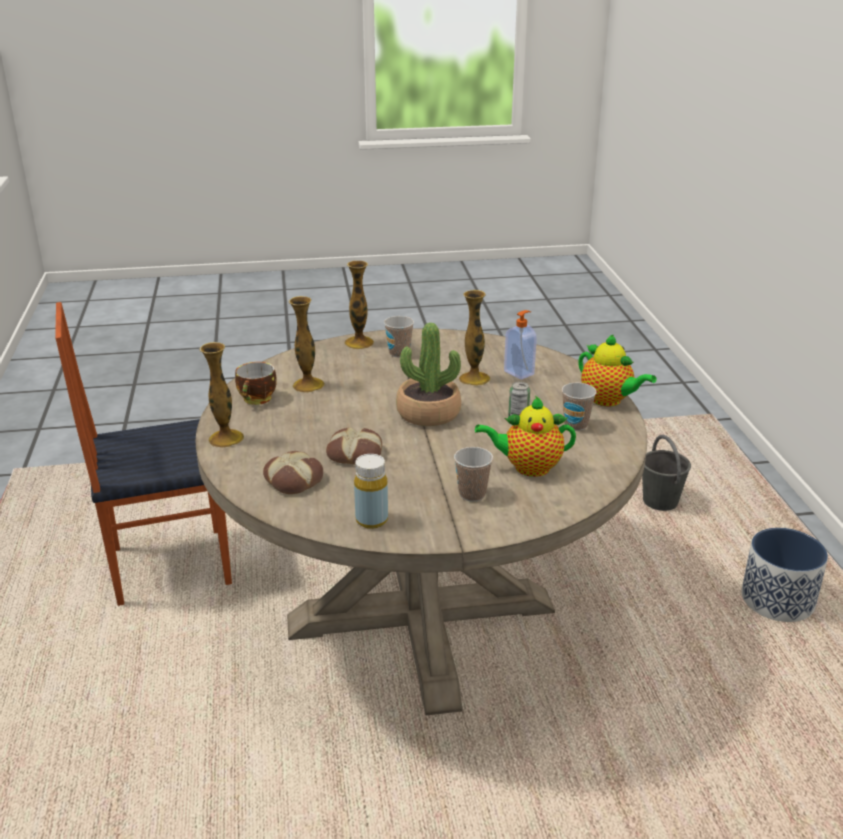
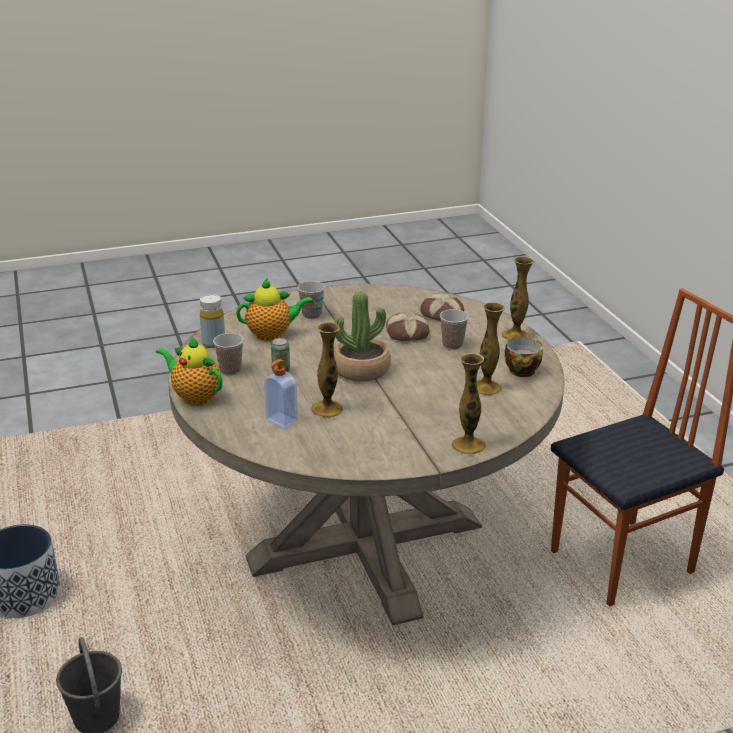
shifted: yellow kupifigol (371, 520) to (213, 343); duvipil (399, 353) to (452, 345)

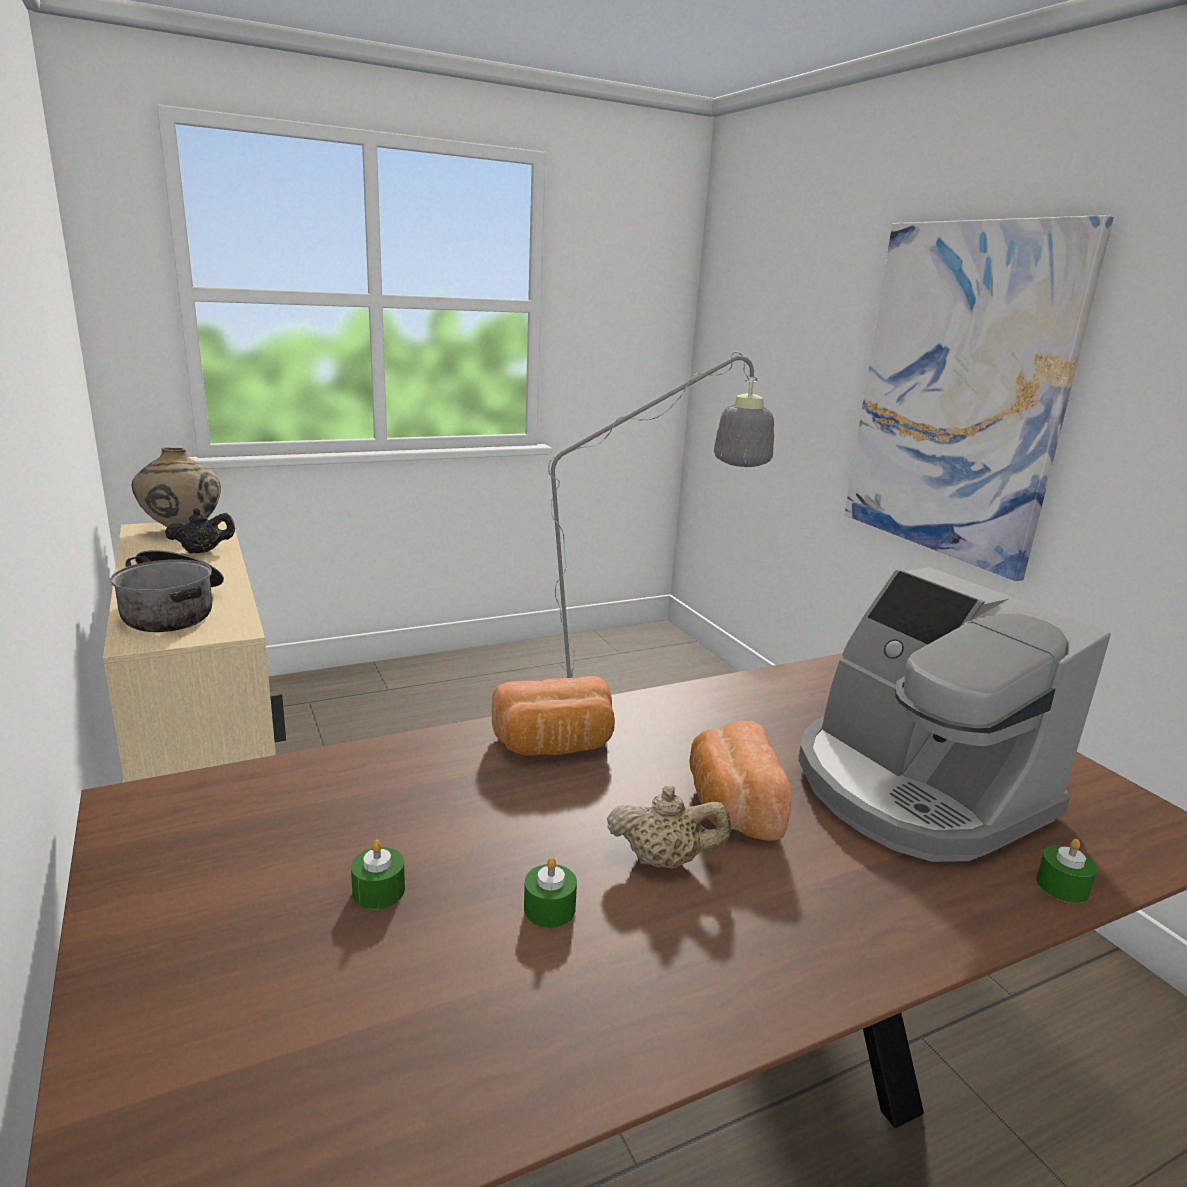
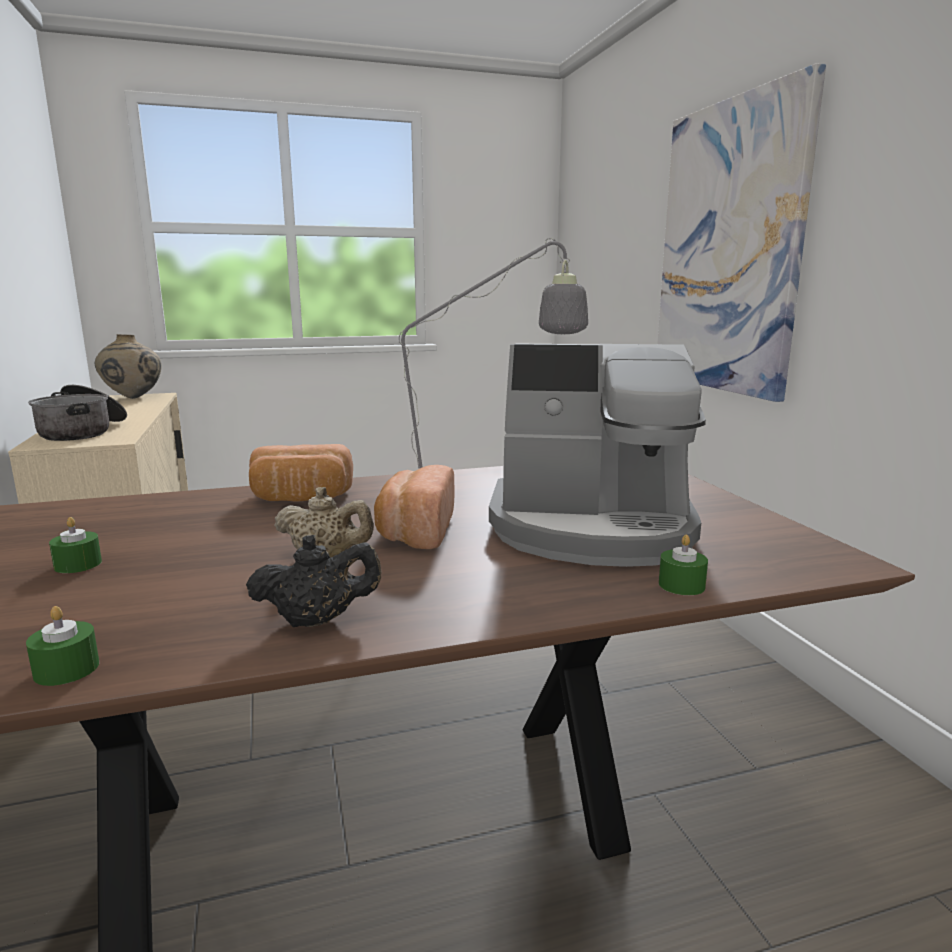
shifted: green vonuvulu (549, 909) to (66, 669); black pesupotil (203, 551) to (318, 620)
rotated: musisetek (914, 790) = (592, 528) 60 degrees counterclockwise

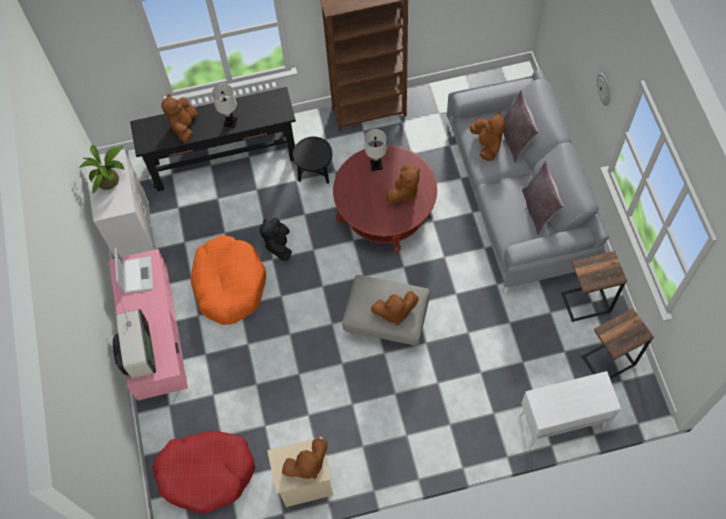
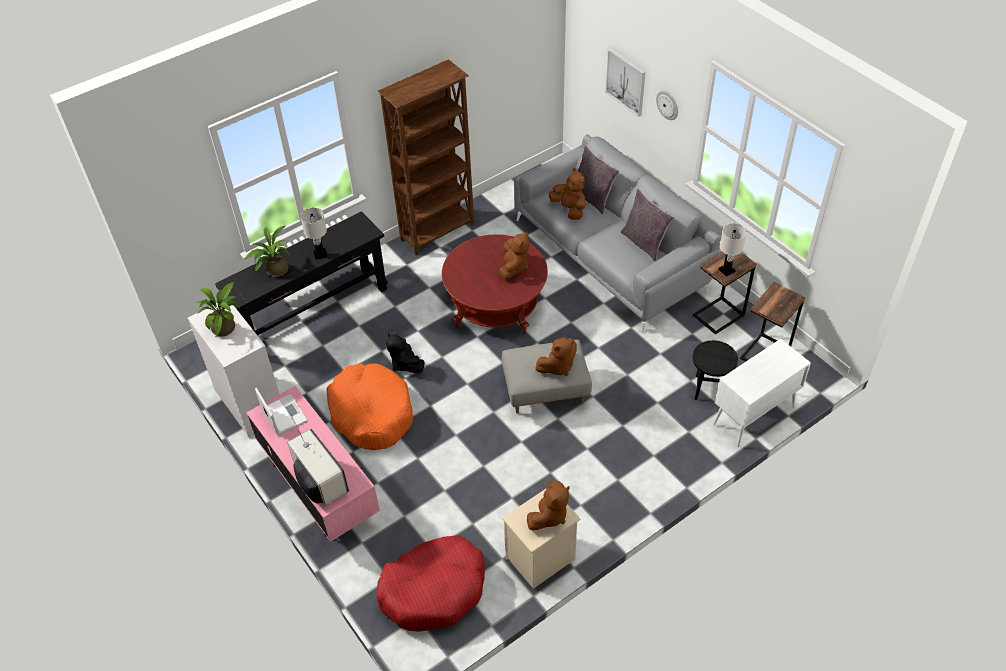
new: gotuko (626, 82)
shifted: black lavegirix (315, 176) to (709, 388); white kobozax (376, 165) to (726, 270)
swapped: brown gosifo (184, 126) to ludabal (274, 271)

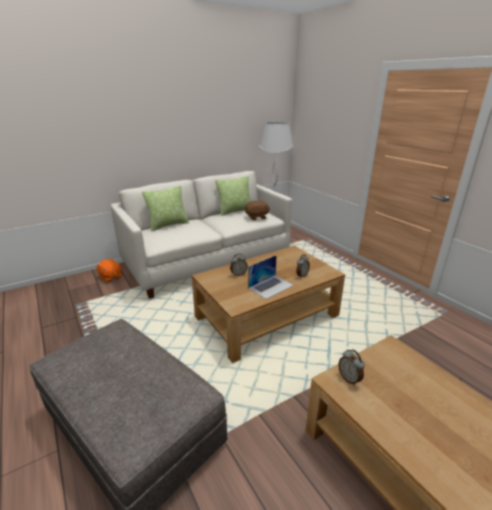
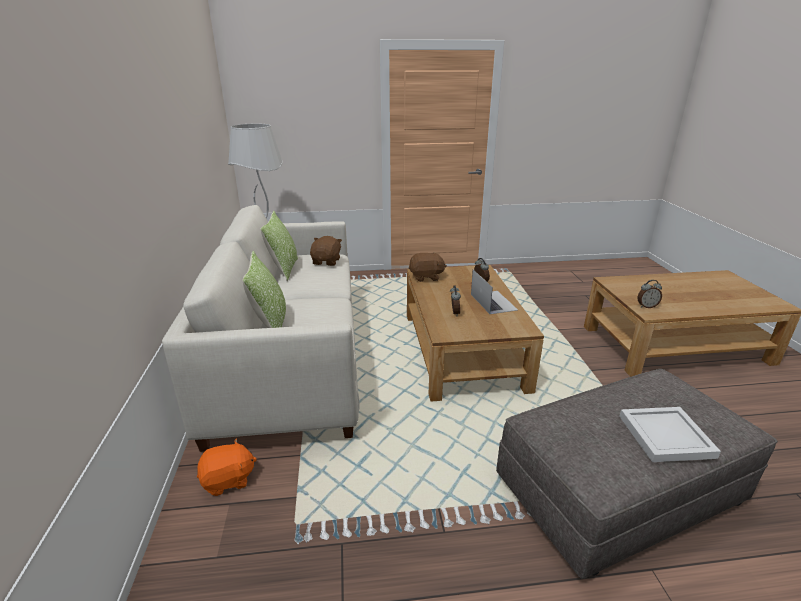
new: brown gosifo (426, 277); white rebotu (666, 435)

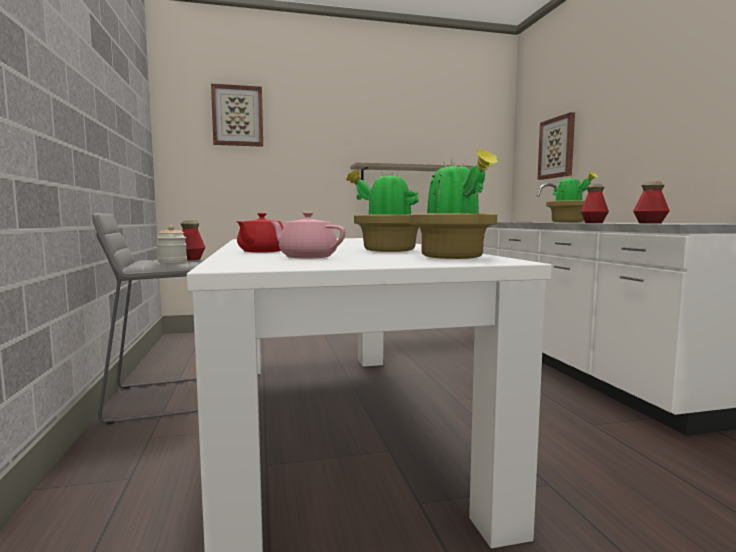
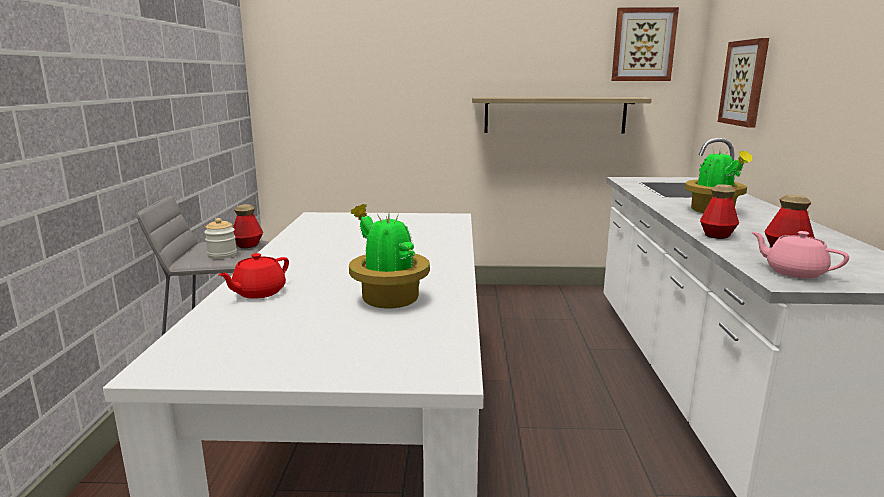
gone: ludabal (453, 257)
shifted: gotuko (237, 116) to (643, 45); pink pesupotil (307, 257) to (793, 272)

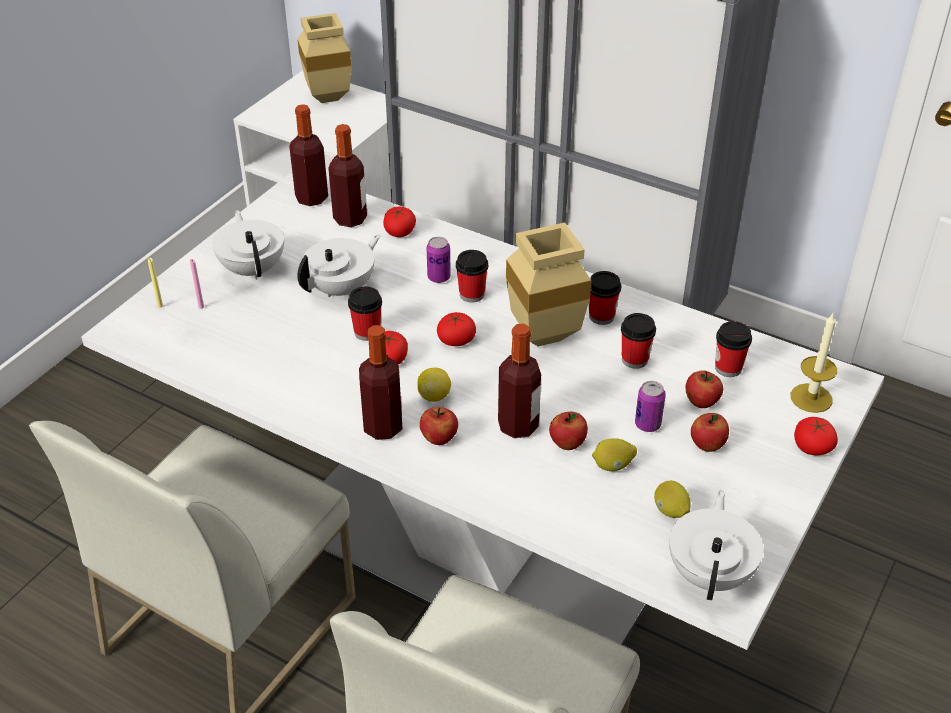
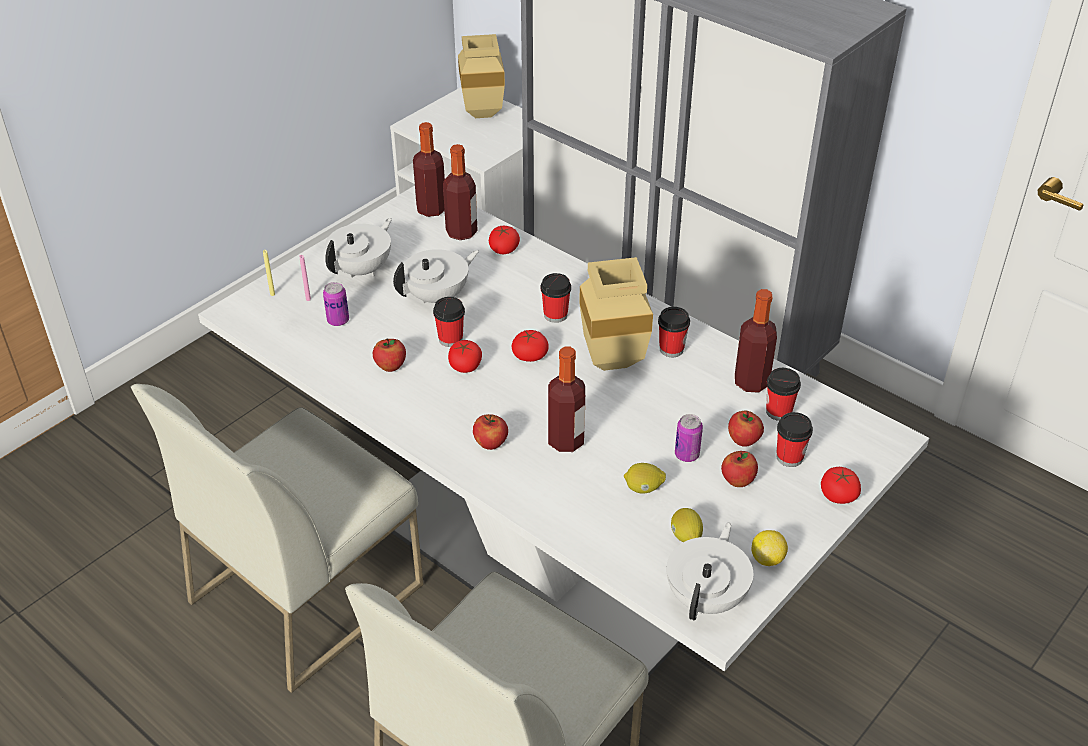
gone: vonuvulu (811, 398)
shifted: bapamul (439, 277) to (338, 320); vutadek (567, 443) to (390, 367); kupifigol (383, 427) to (751, 382); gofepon (434, 396) to (767, 558); duvipil (634, 359) to (789, 457)
rotated: white pesupotil (253, 269) = (362, 269) 45 degrees clockwise

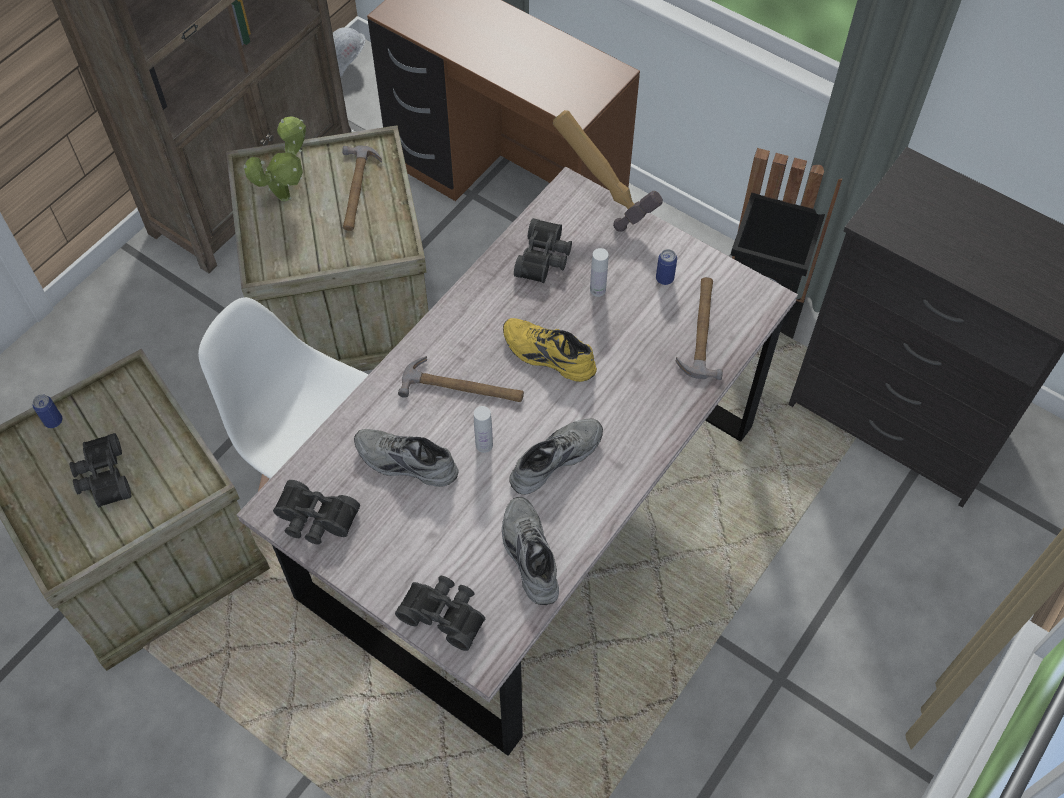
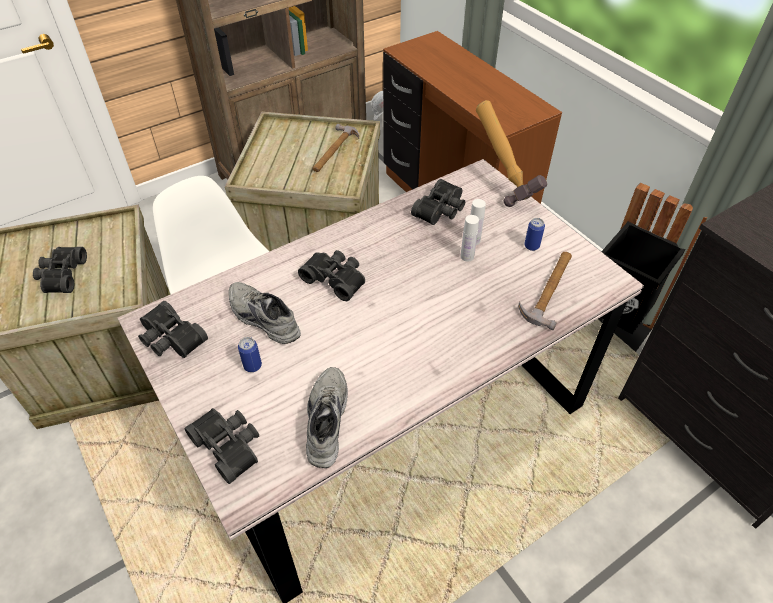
gone: ludabal (288, 194); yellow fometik (547, 356); grey fometik (554, 457)
shifted: bapamul (53, 421) to (252, 366); white kupifigol (484, 445) to (467, 256)
swapped: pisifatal (463, 388) to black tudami (335, 279)

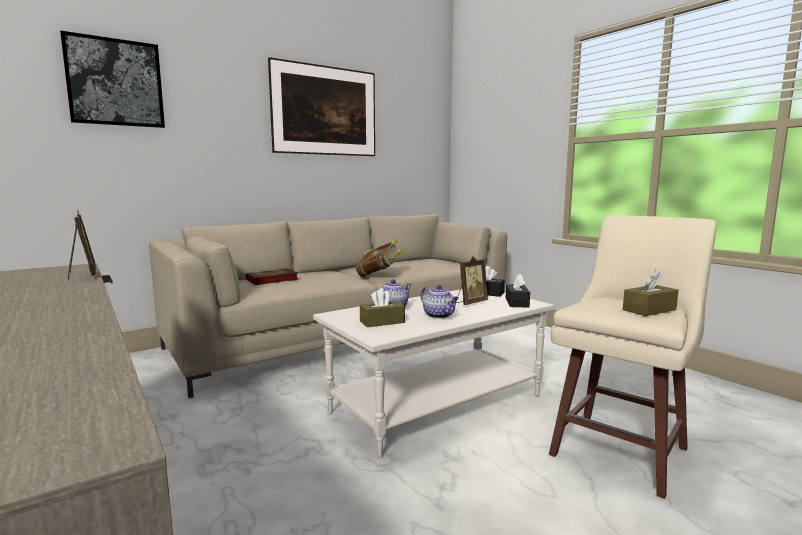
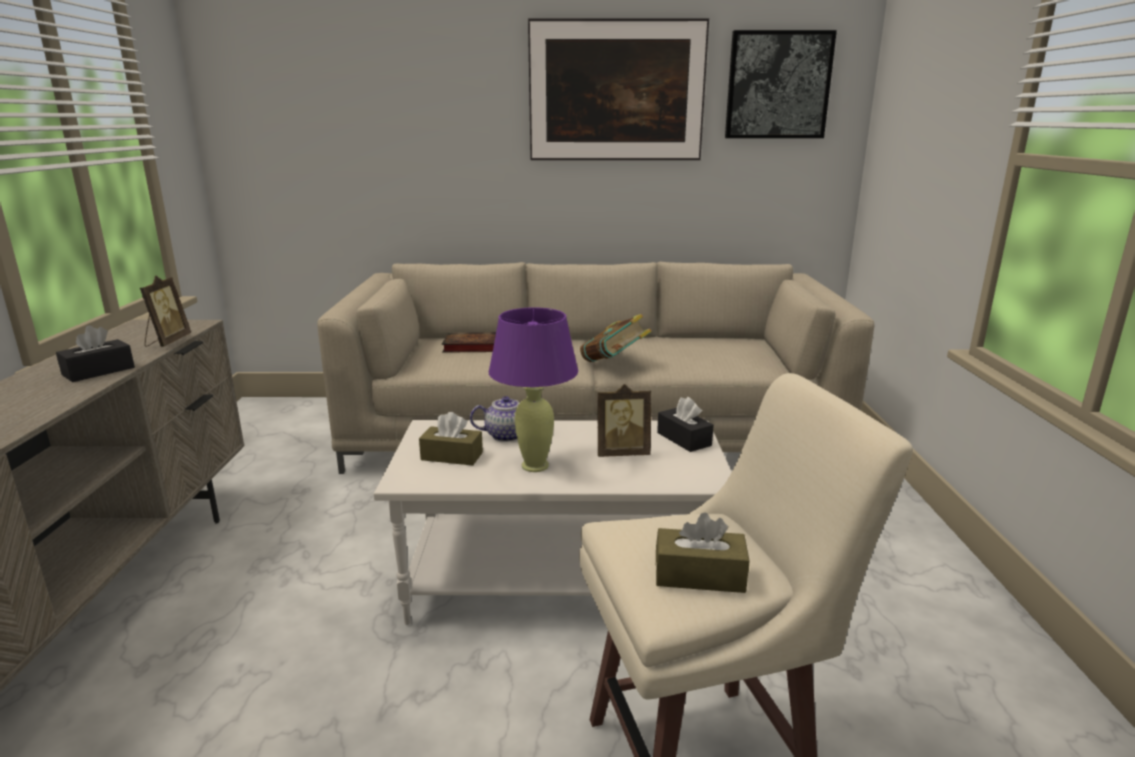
shifted: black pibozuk (517, 302) to (98, 371); gotuko (115, 83) to (778, 85)
swapped: pesupotil (439, 315) to purple kobozax (535, 466)

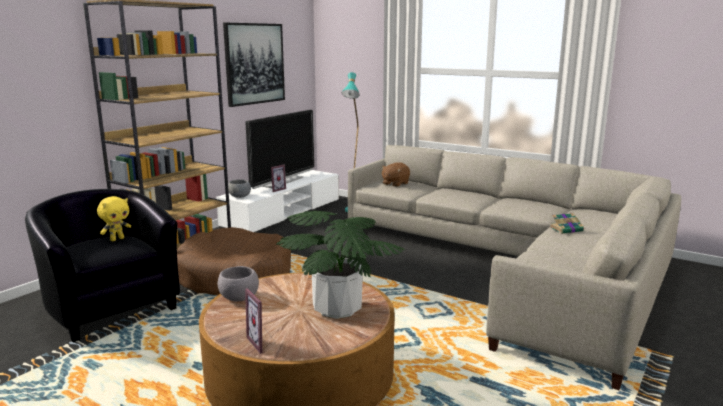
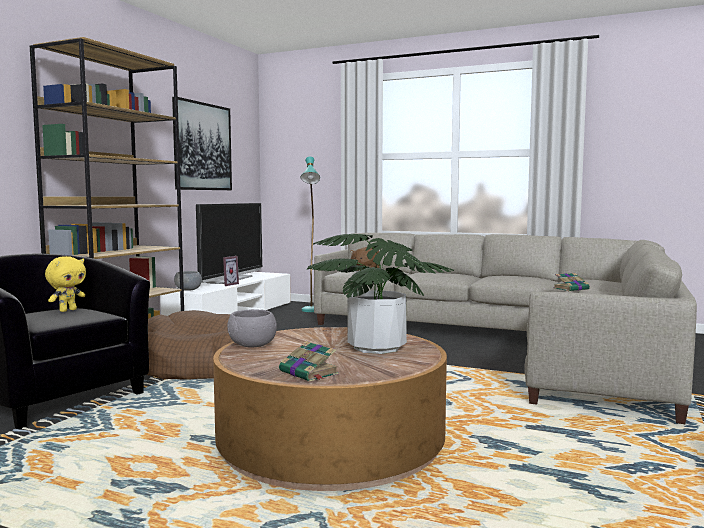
swapped: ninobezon (263, 342) to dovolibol (309, 373)

